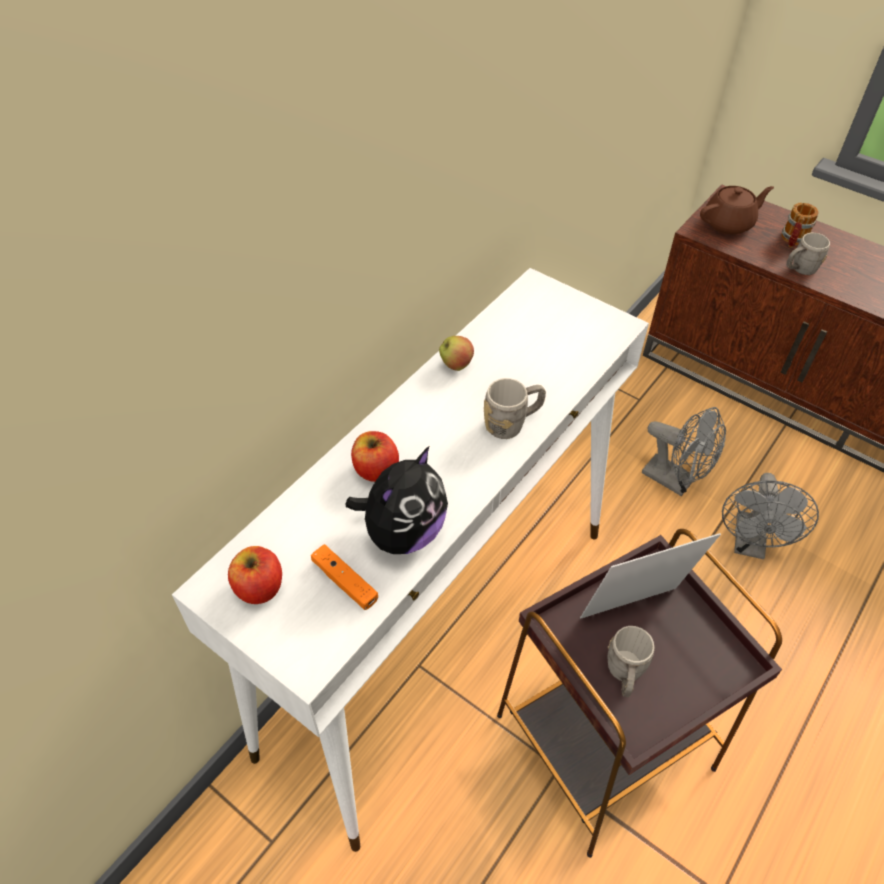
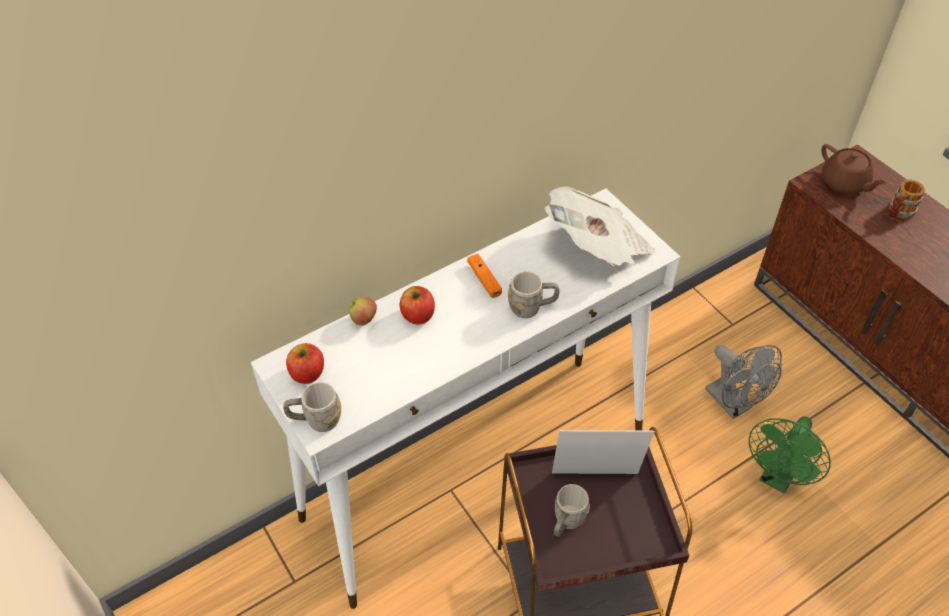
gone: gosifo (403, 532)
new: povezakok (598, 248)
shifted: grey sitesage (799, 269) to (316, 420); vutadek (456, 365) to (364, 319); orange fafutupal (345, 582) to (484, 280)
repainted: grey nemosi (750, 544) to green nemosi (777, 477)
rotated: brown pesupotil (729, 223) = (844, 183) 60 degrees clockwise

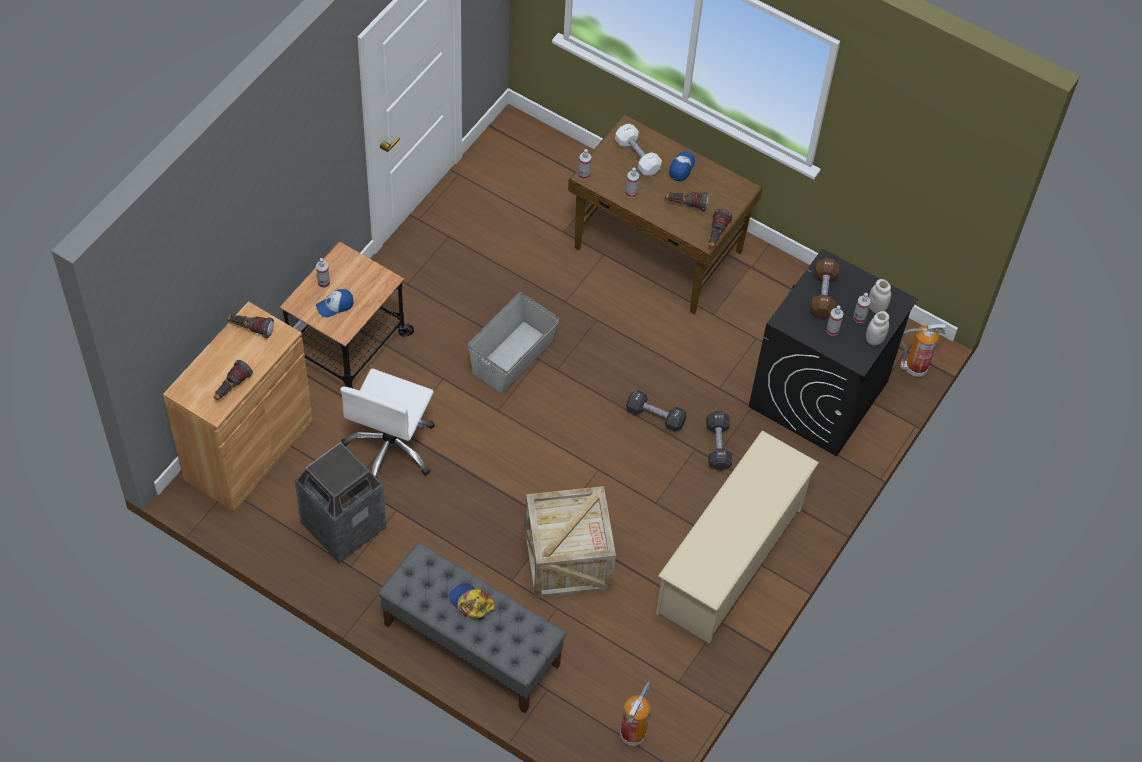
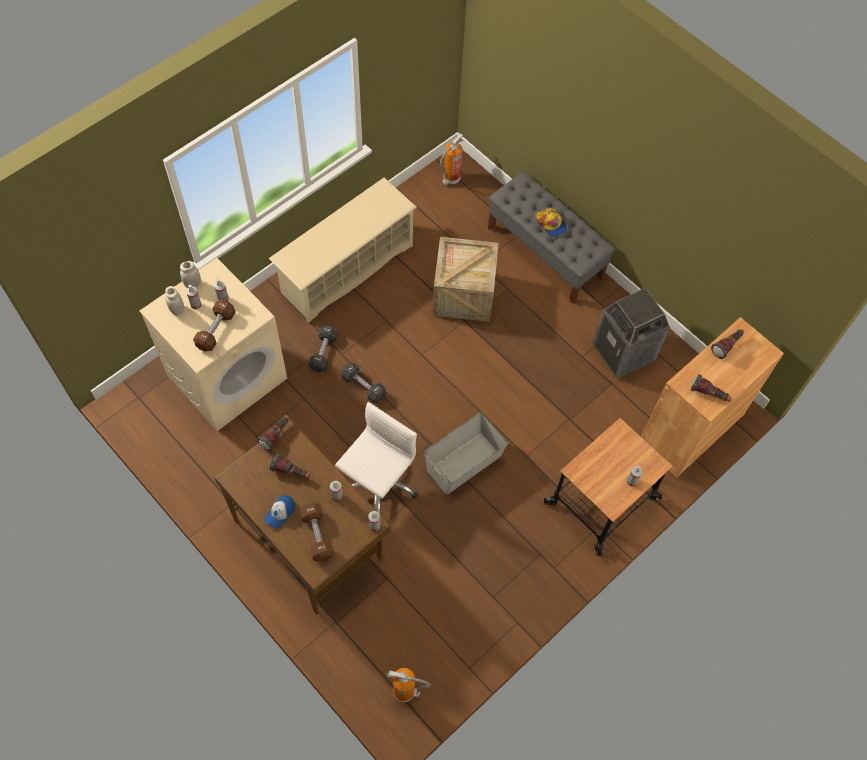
gone: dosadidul (335, 306)
shifted: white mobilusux (391, 447) to (377, 484); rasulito (914, 368) to (405, 692)
repainted: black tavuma (818, 395) to beige tavuma (227, 376); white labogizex (637, 156) to brown labogizex (317, 535)

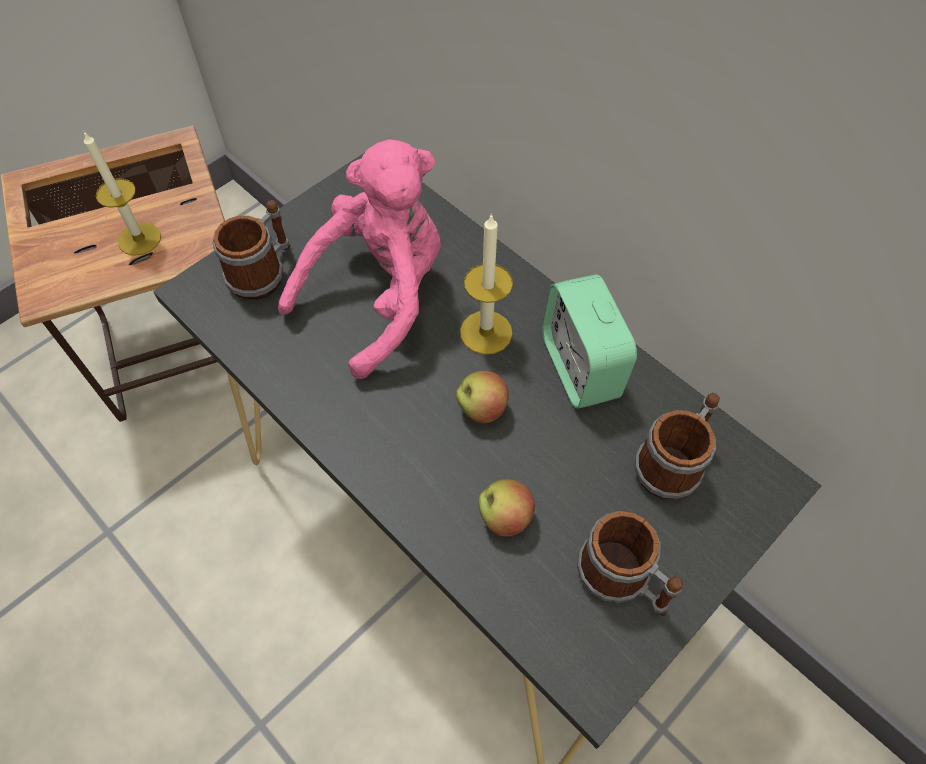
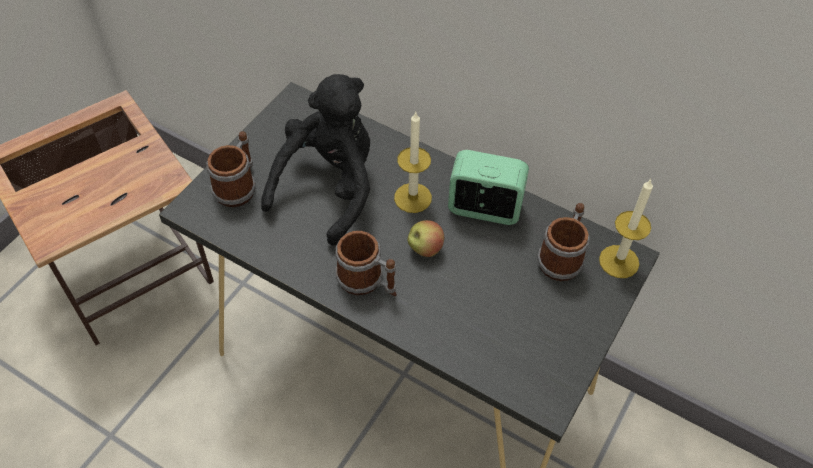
gone: vutadek (504, 517)
shifted: sitesage (623, 580) to (367, 282); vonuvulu (139, 239) to (619, 261)
repainted: pink gosifo (379, 296) to black gosifo (329, 187)
rotated: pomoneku (580, 367) = (484, 209) 135 degrees clockwise

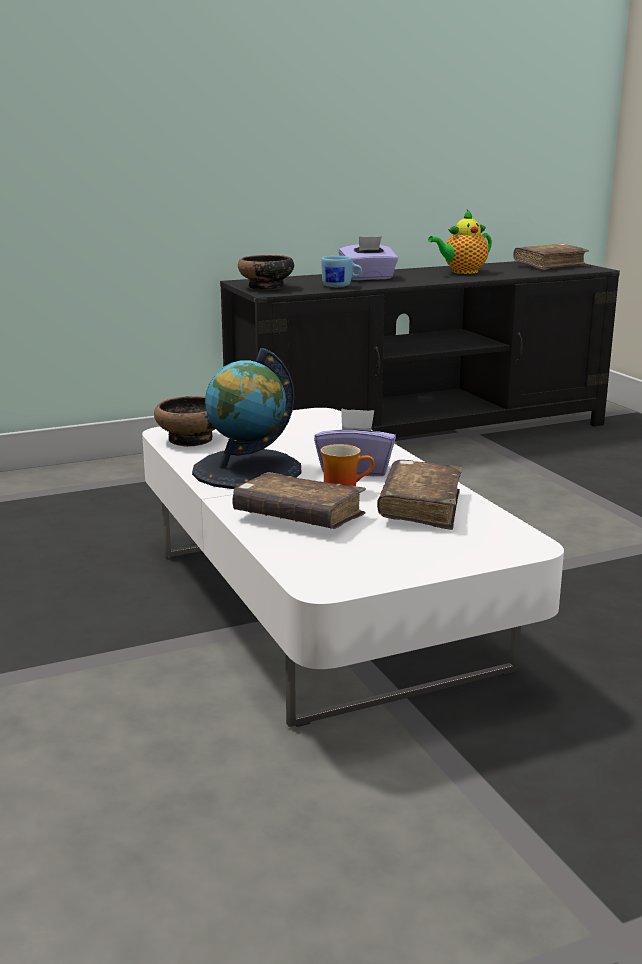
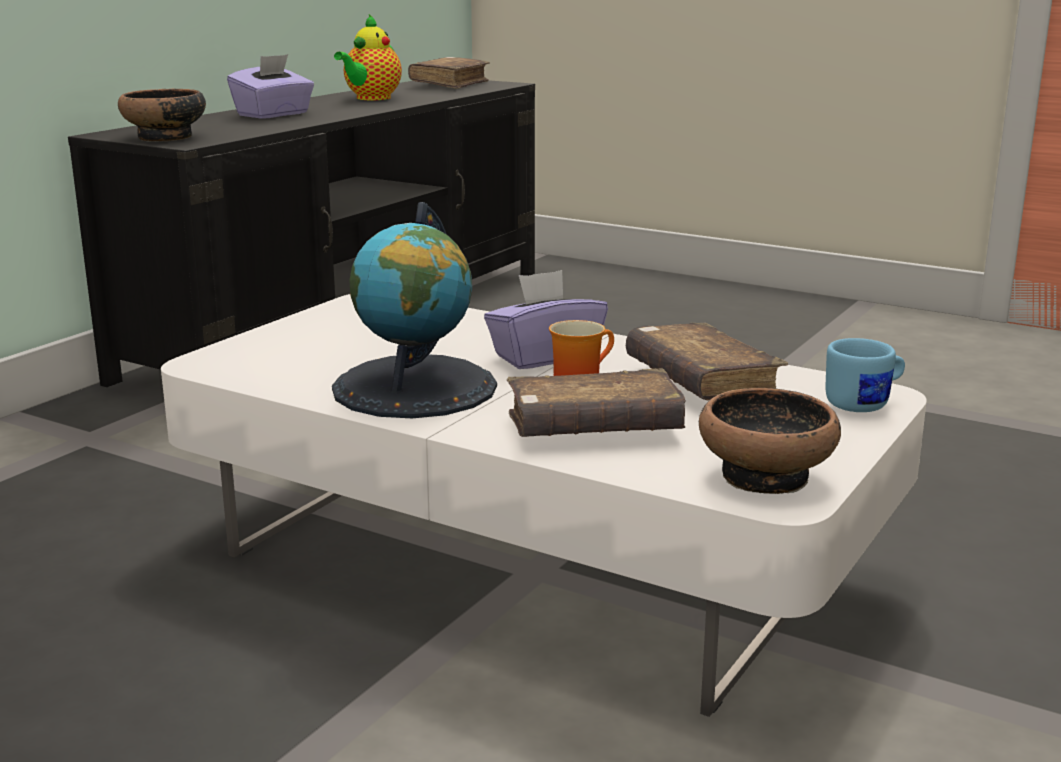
shifted: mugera (191, 440) to (766, 476); blue sitesage (341, 286) to (865, 404)

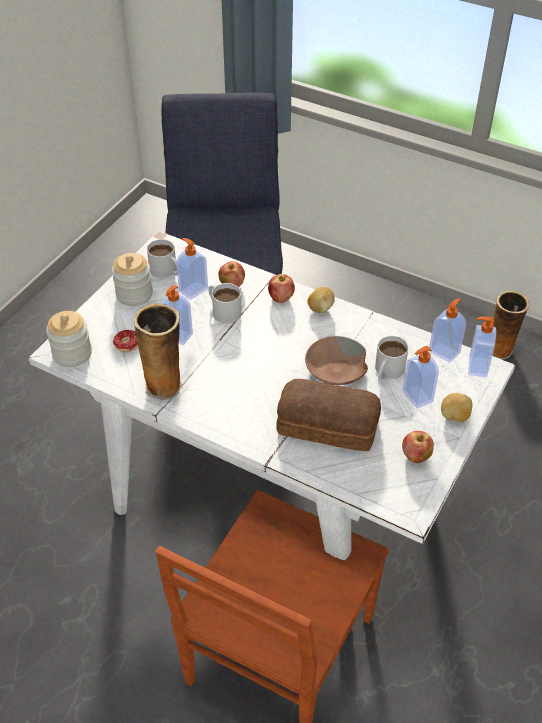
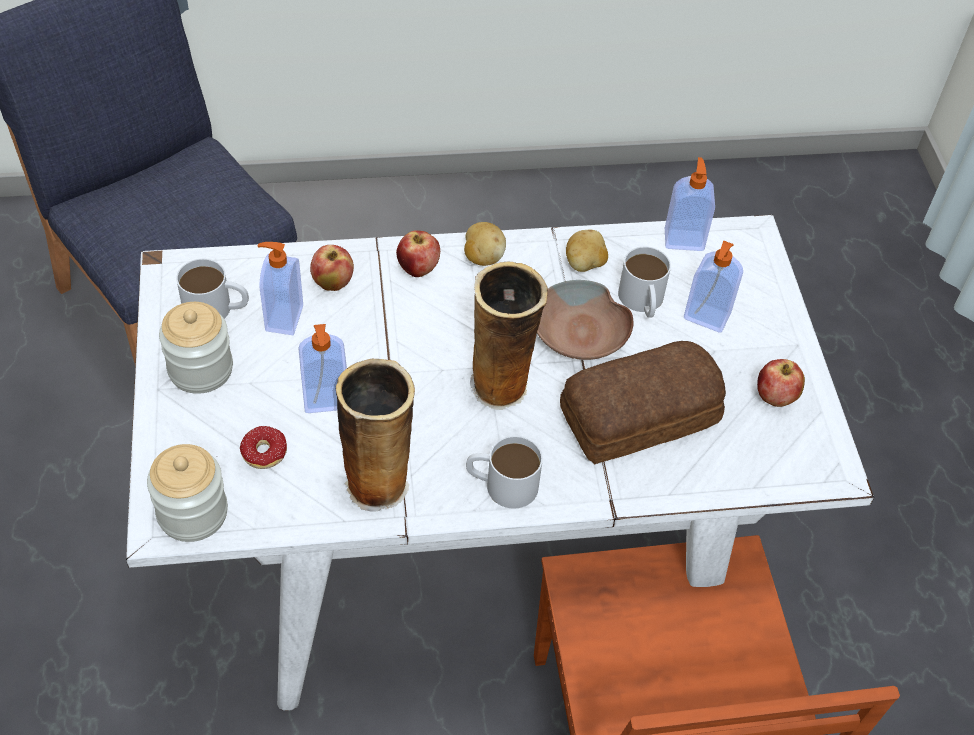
gone: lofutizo (476, 367)
shifted: white sitesage (223, 310) to (501, 484); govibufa (500, 350) to (502, 387); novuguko (454, 416) to (585, 264)

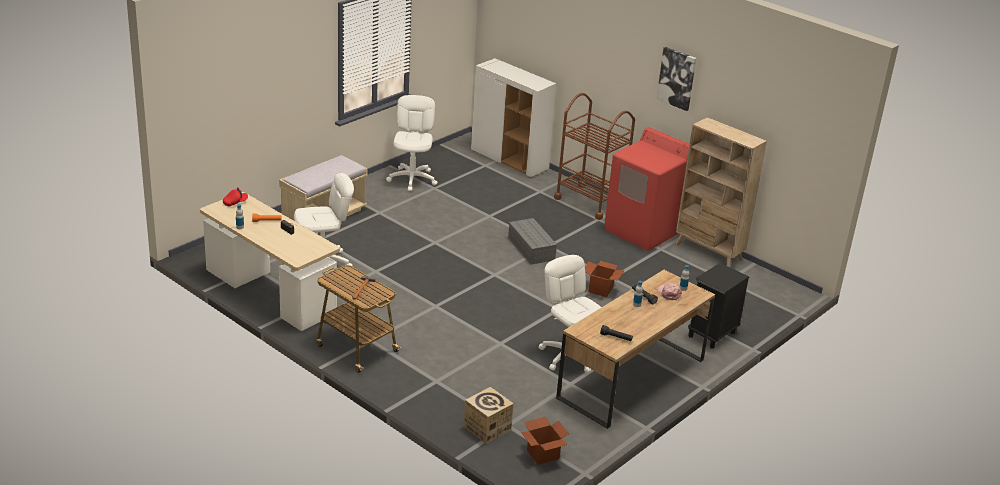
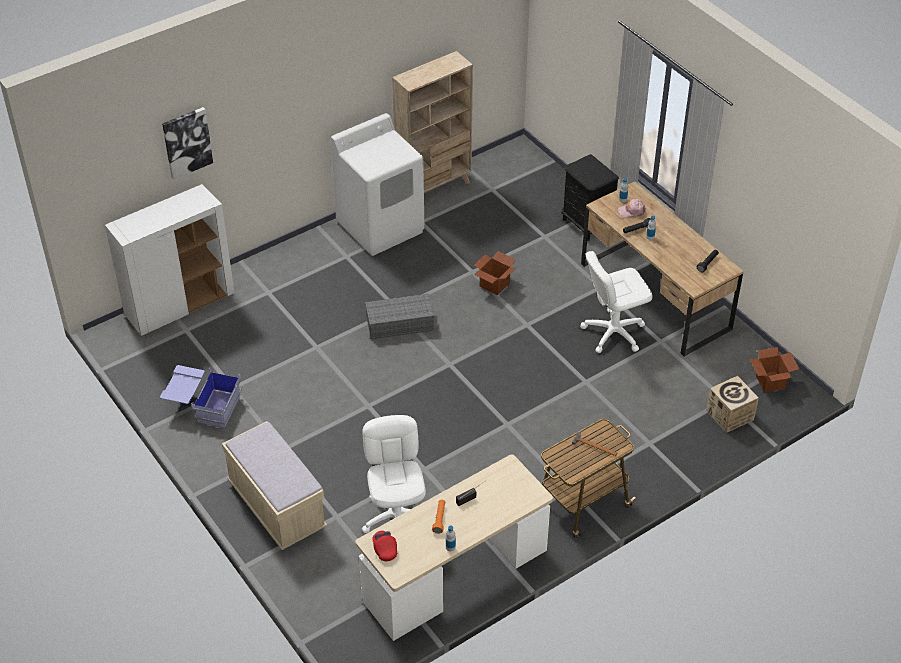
gone: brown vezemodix (590, 202)
shifted: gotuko (677, 78) to (187, 142)
swapped: white mobilusux (412, 179) to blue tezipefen (203, 406)
repainted: red tavuma (643, 231) to white tavuma (381, 226)

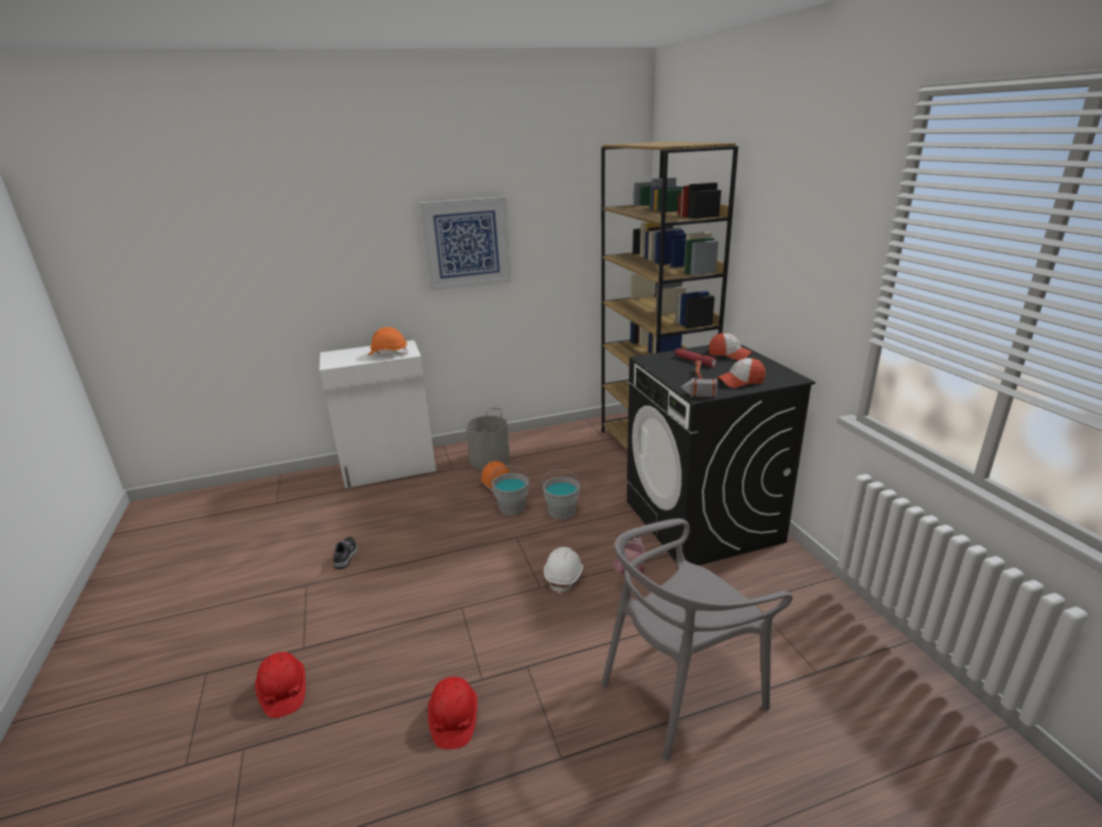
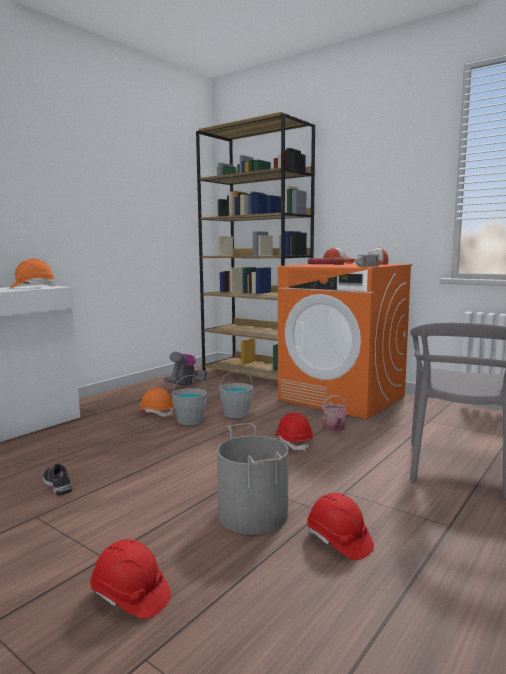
gone: gotuko (466, 243)
new: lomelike (186, 386)
shifted: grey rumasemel (490, 460) to (254, 514)
repainted: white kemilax (564, 576) to red kemilax (293, 442); black tavuma (703, 521) to orange tavuma (343, 397)

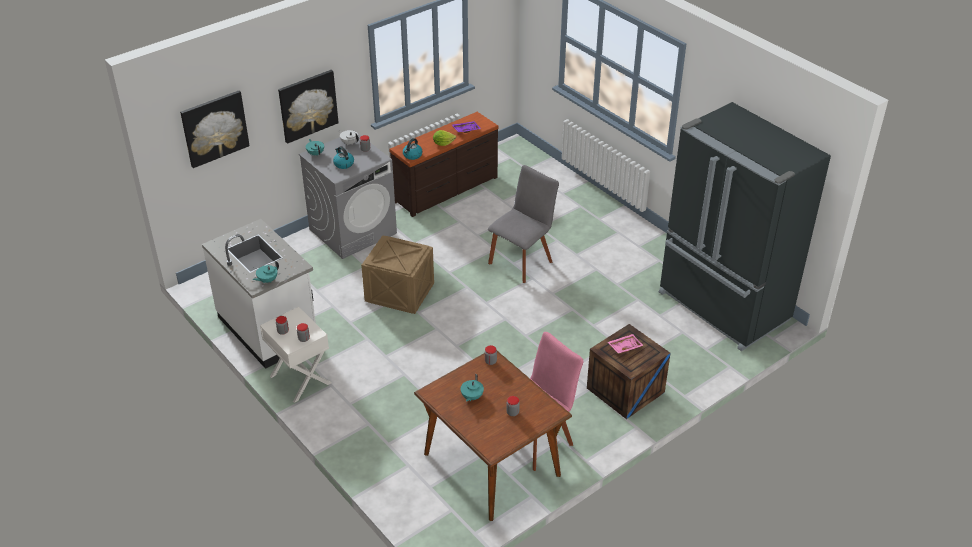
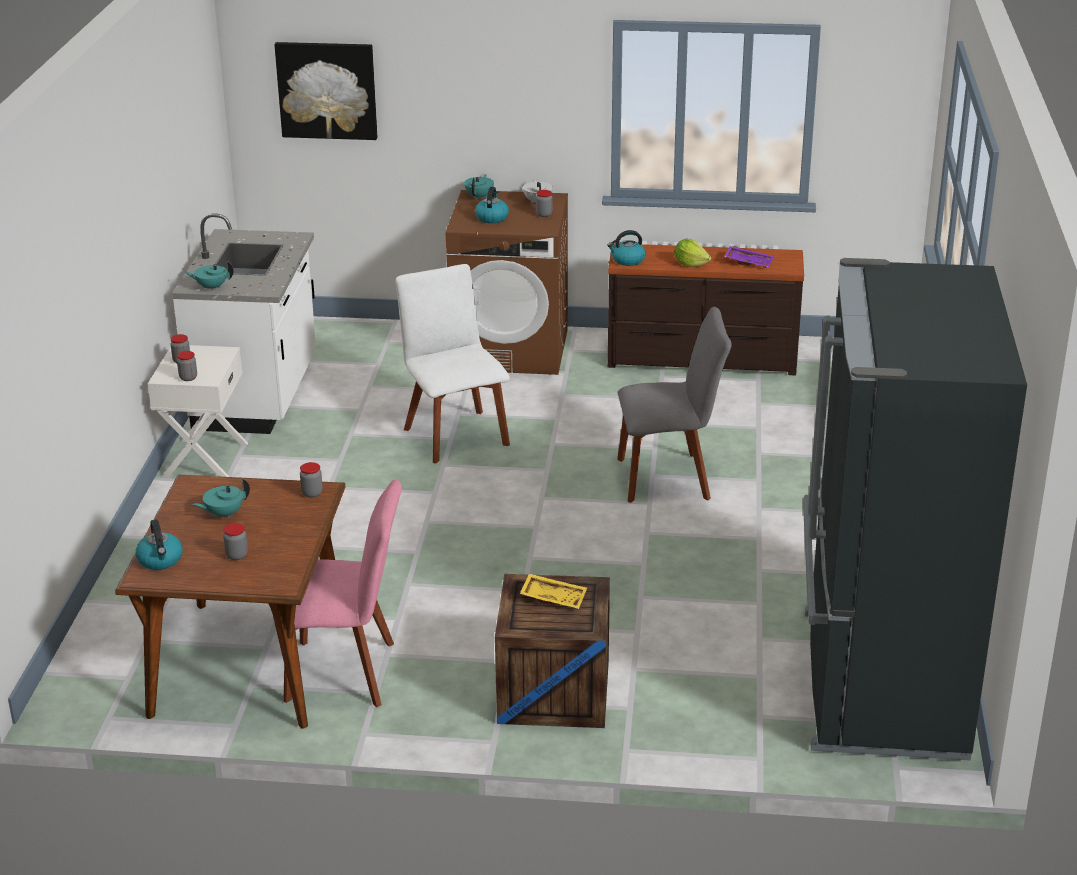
gone: gotuko (308, 105)
new: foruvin (160, 560)
swapped: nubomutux (399, 293) to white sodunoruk (454, 434)
repainted: grey tavuma (353, 231) to brown tavuma (511, 349); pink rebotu (624, 346) to yellow rebotu (554, 597)

